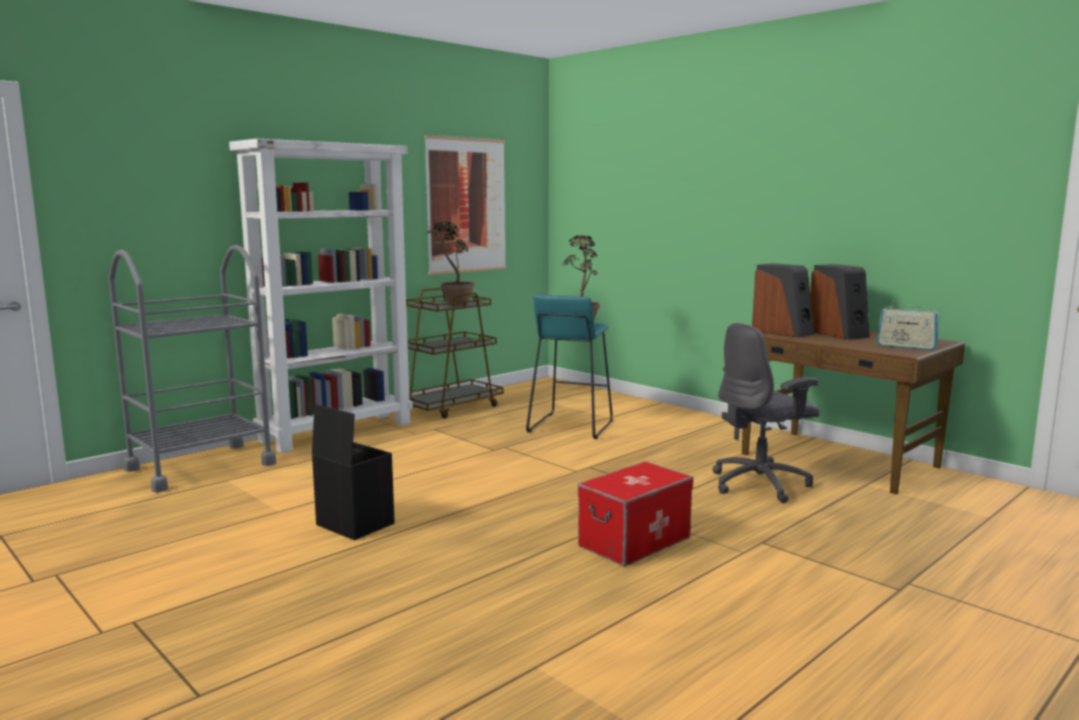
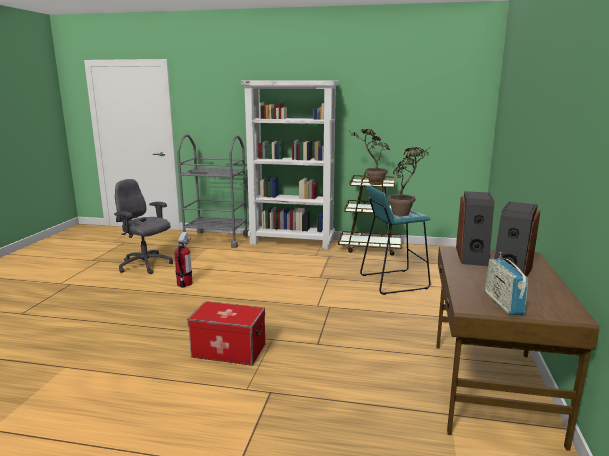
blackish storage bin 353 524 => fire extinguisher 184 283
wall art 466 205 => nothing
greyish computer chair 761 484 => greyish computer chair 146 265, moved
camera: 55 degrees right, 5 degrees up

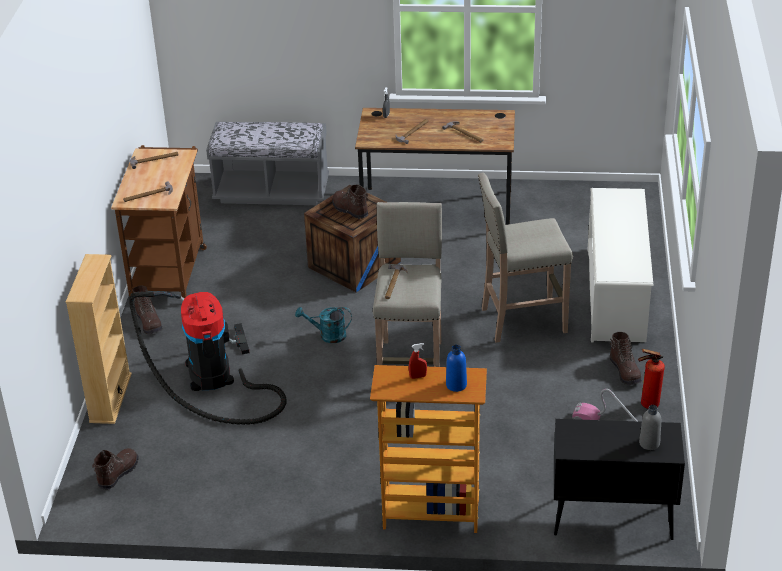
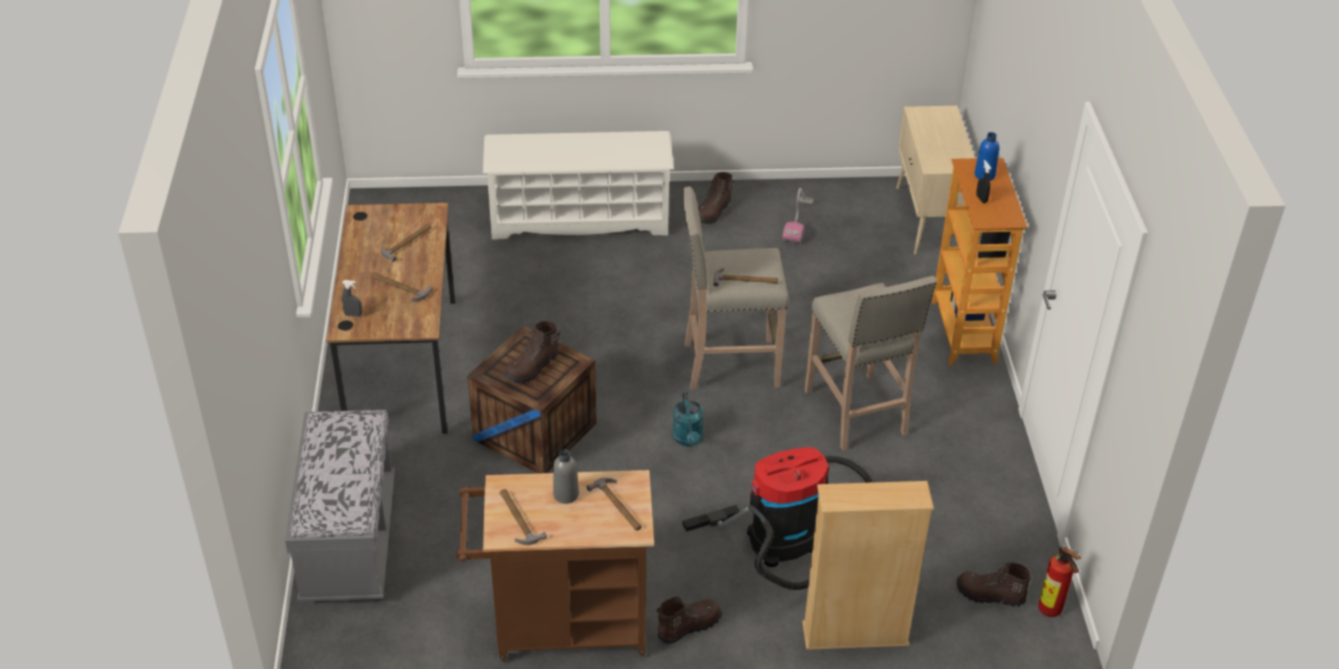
red hand sprayer 418 376 => blackish hand sprayer 981 199
beige sitting stool 521 320 => beige sitting stool 856 414, moved
blackish cupboard 611 519 => beige cupboard 928 221
brown-coloured high-top boot 625 371 => brown-coloured high-top boot 713 212, 150 degrees clockwise
fire extinguisher 647 404 => fire extinguisher 1051 612, moved
greyish bottle 649 443 => greyish bottle 566 494, moved
camera: 100 degrees left, 5 degrees up

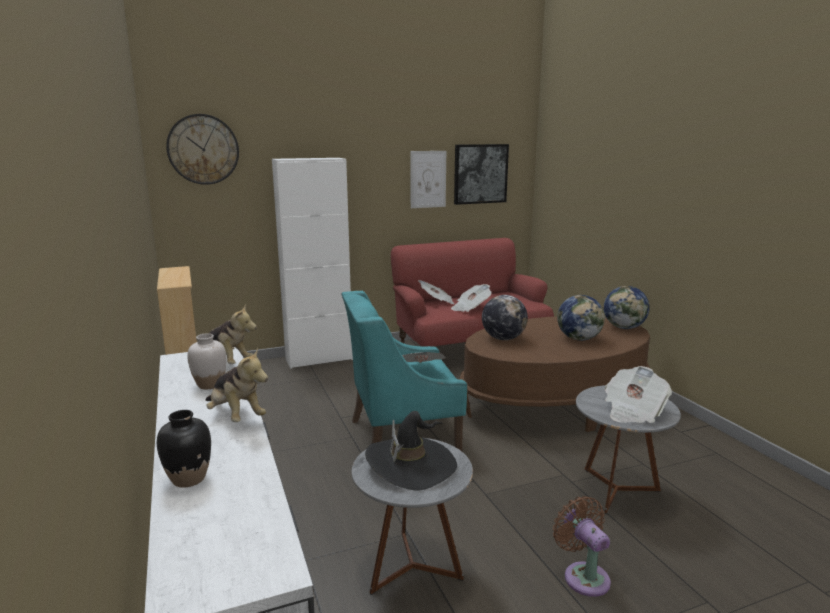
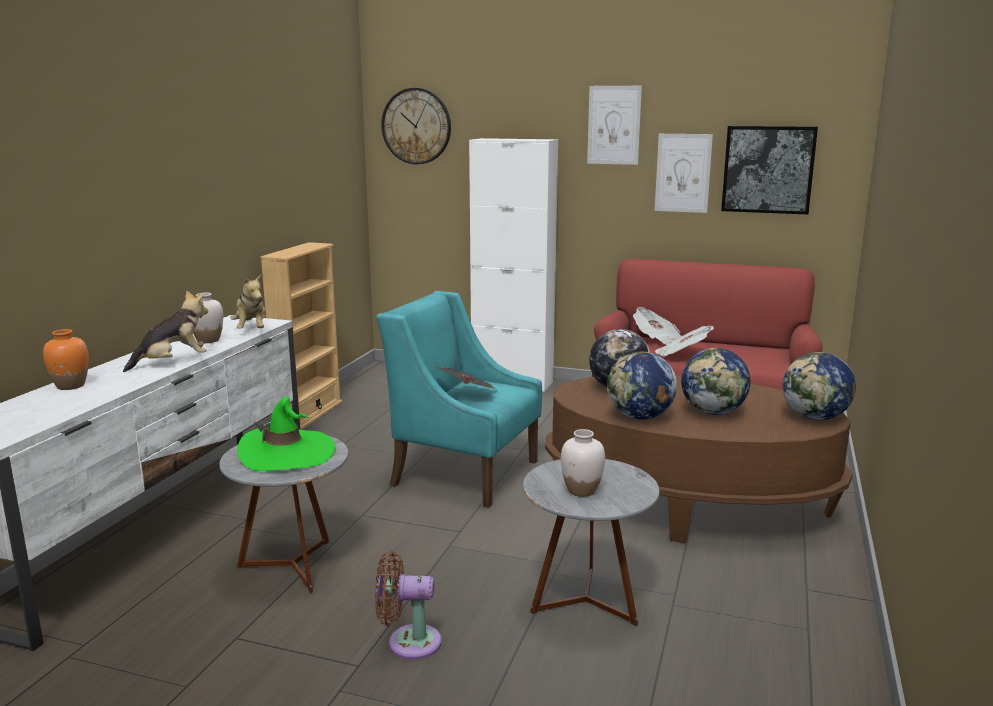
blackish vase 189 478 => orange vase 71 386
soft toy 236 416 => soft toy 173 362, 120 degrees counterclockwise
blackish hat 411 465 => green-coloured hat 287 453
brown-coloured electric fan 583 575 => brown-coloured electric fan 408 642, 105 degrees counterclockwise
daily paper 633 411 => white vase 581 491
nothing => wall art 614 125
nothing => desk globe 639 417
camera: 40 degrees right, 0 degrees up

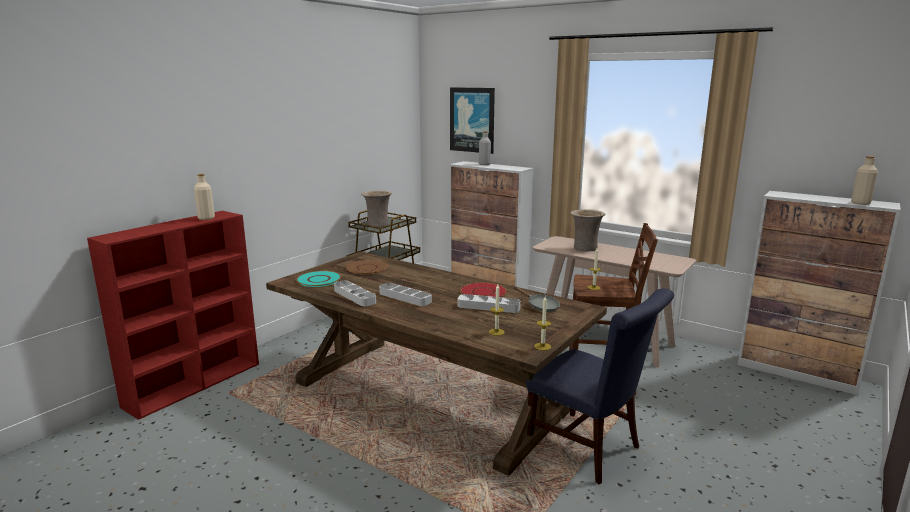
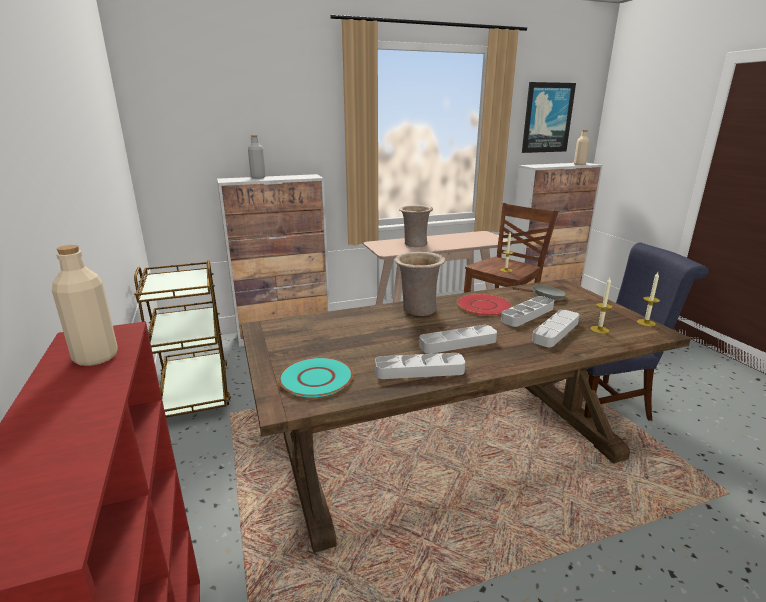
brown-coloured plate 366 268 => nothing
beige vase 377 225 => beige vase 417 310, moved
wall art 472 120 => wall art 547 118, moved
nothing => greyish carrying tray 555 331
camera: 55 degrees left, 5 degrees up

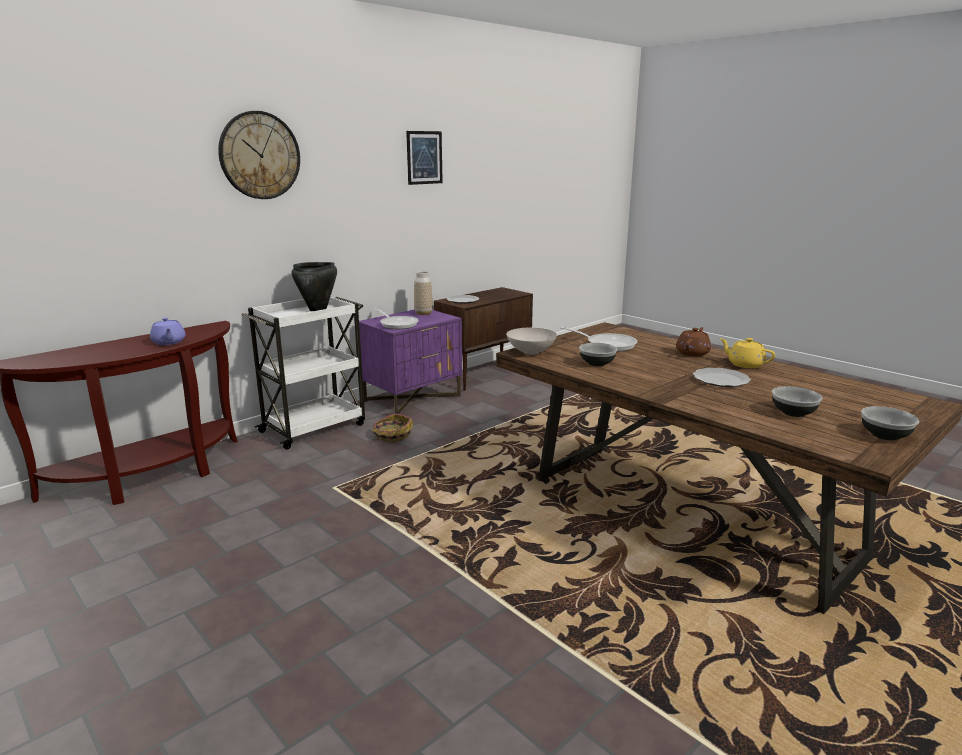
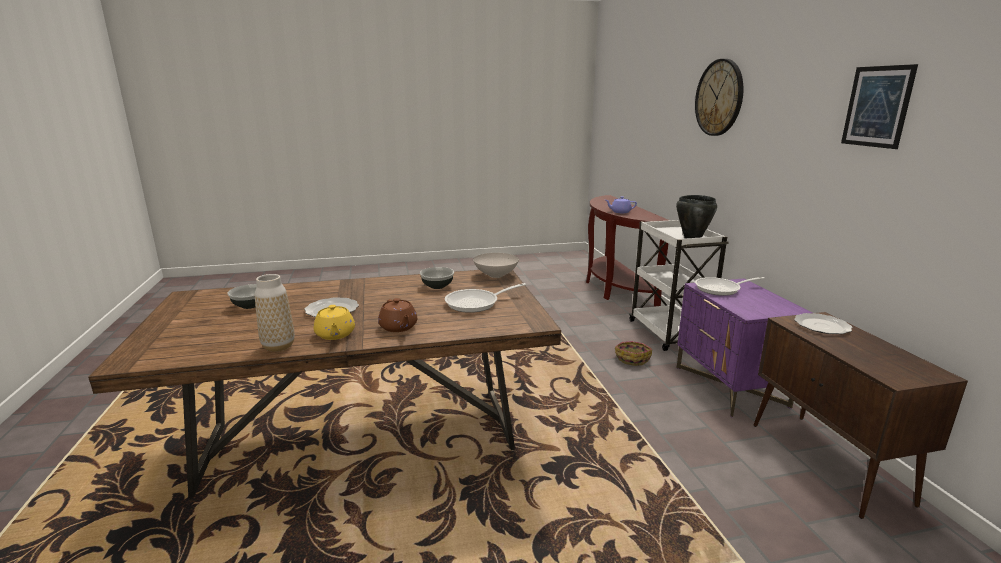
vase 423 313 => vase 278 346, moved
yellow pot for tea 744 364 => yellow pot for tea 335 335, 90 degrees clockwise
bowl 885 435 => nothing
camera: 120 degrees right, 0 degrees up

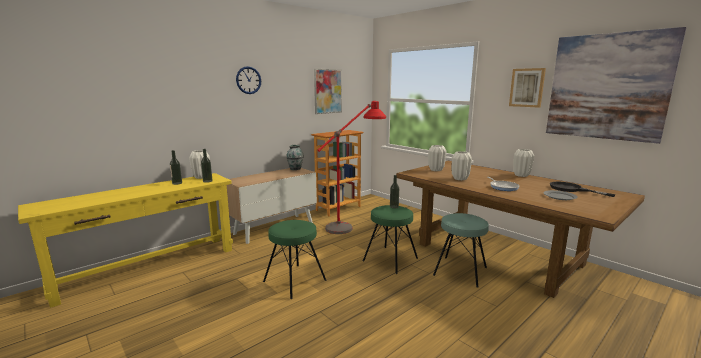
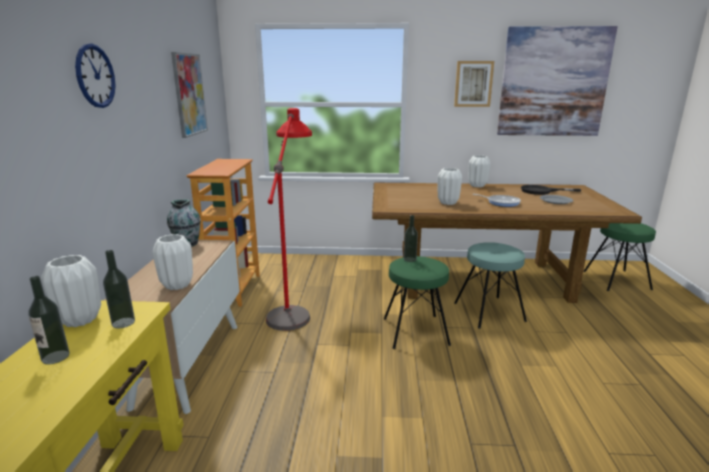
green-coloured sitting stool 294 281 => green-coloured sitting stool 616 280, moved
white vase 436 170 => white vase 177 285, moved
camera: 45 degrees left, 5 degrees up

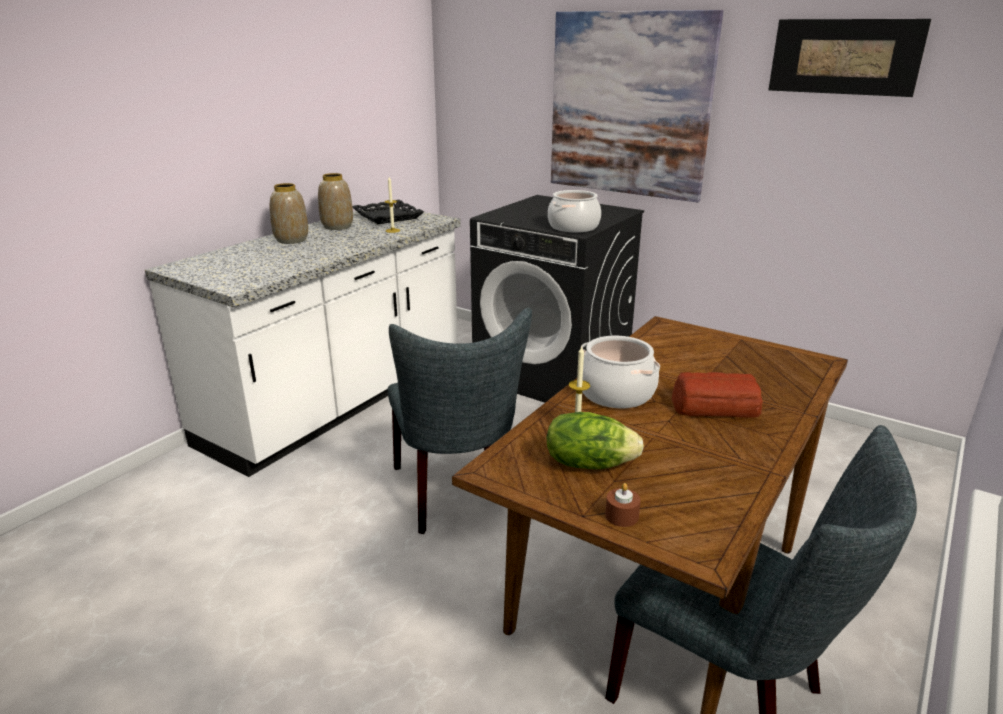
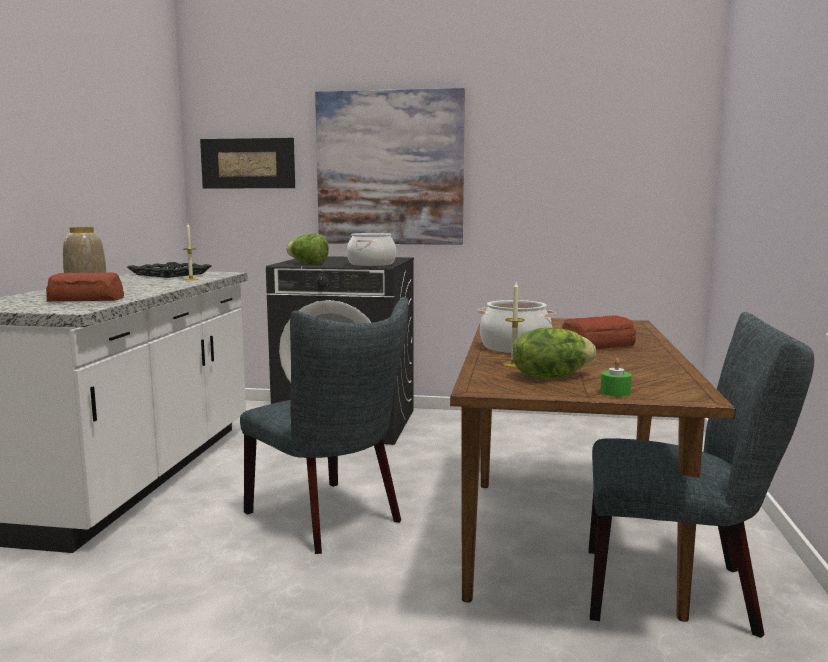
vase 337 227 => nothing
brown-coloured wax light 621 516 => green-coloured wax light 615 392
wall art 844 57 => wall art 248 163, moved
nothing => bakery bread 87 299
nothing => head of lettuce 308 264
camera: 25 degrees left, 15 degrees down

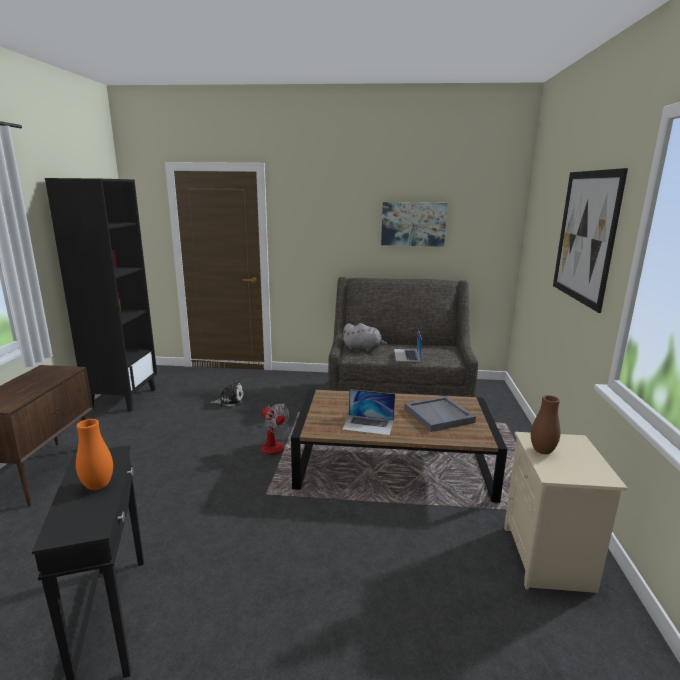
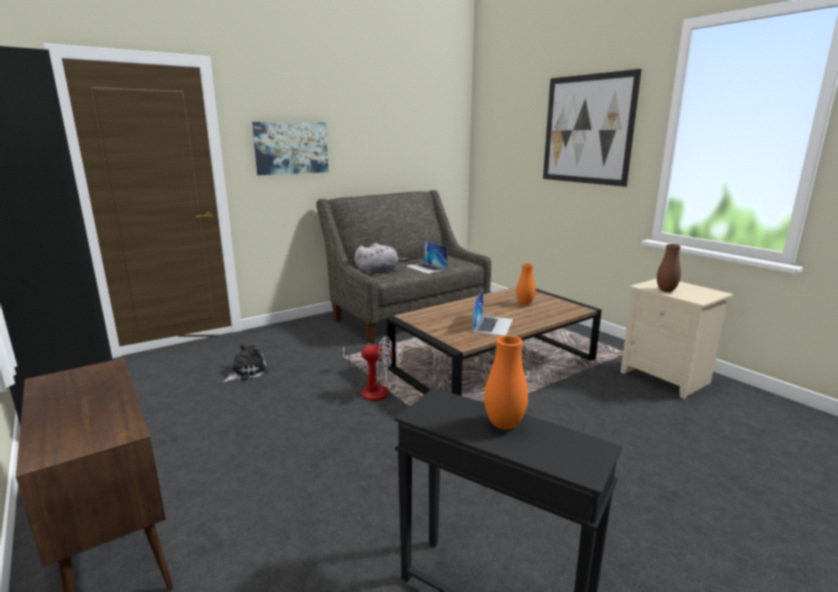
notebook computer 368 424 => notebook computer 493 325, 45 degrees counterclockwise
wall art 413 224 => wall art 291 148, moved
greyish carrying tray 439 416 => orange vase 524 304
camera: 40 degrees left, 0 degrees up

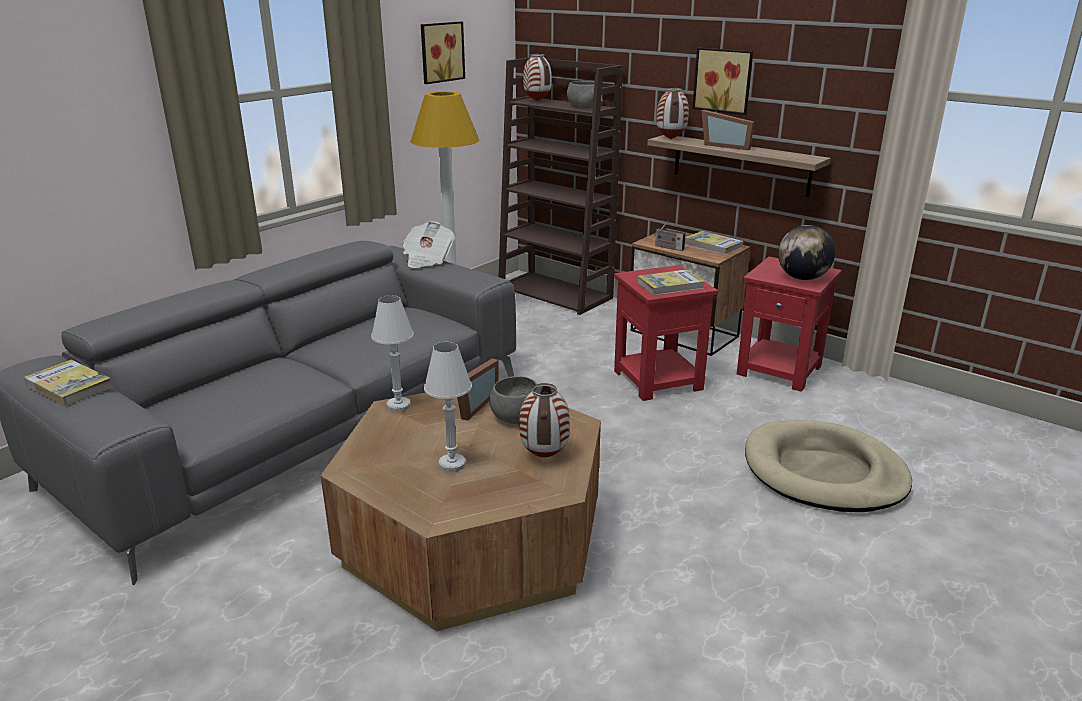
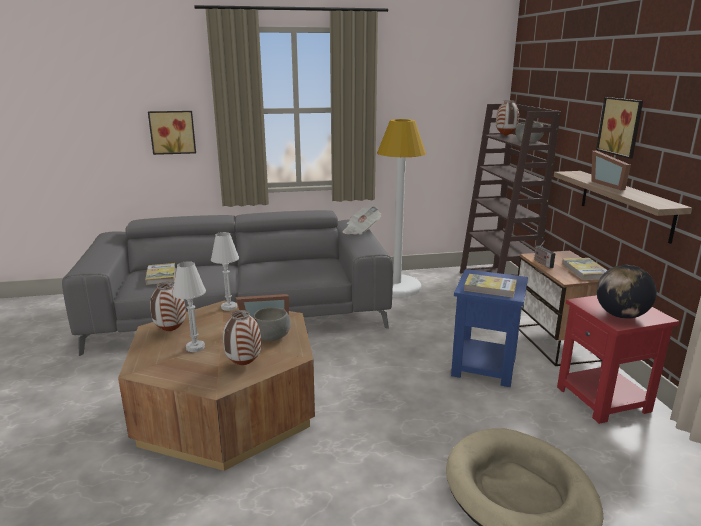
volume 69 386 => volume 161 276, moved
wall art 440 52 => wall art 172 132, moved
red end table 657 380 => bluish end table 484 366
vase 670 139 => vase 171 330, moved
camera: 40 degrees right, 5 degrees down

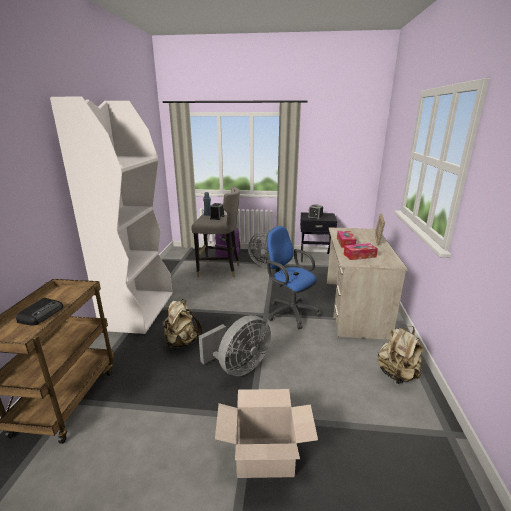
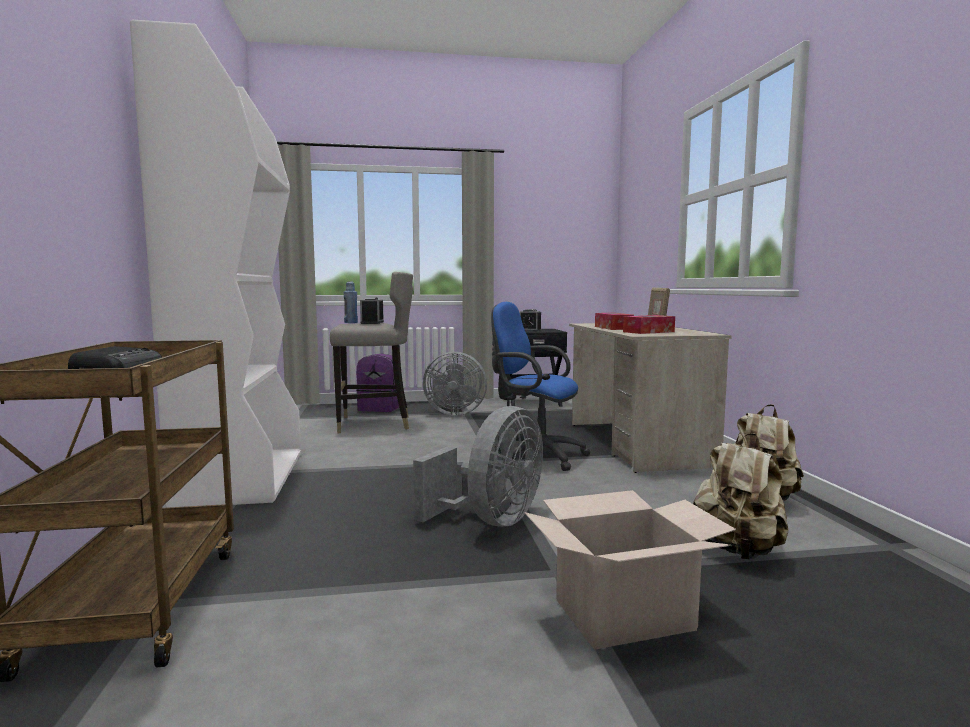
beige rucksack 181 342 => beige rucksack 737 550, moved
camera: 15 degrees left, 15 degrees down

